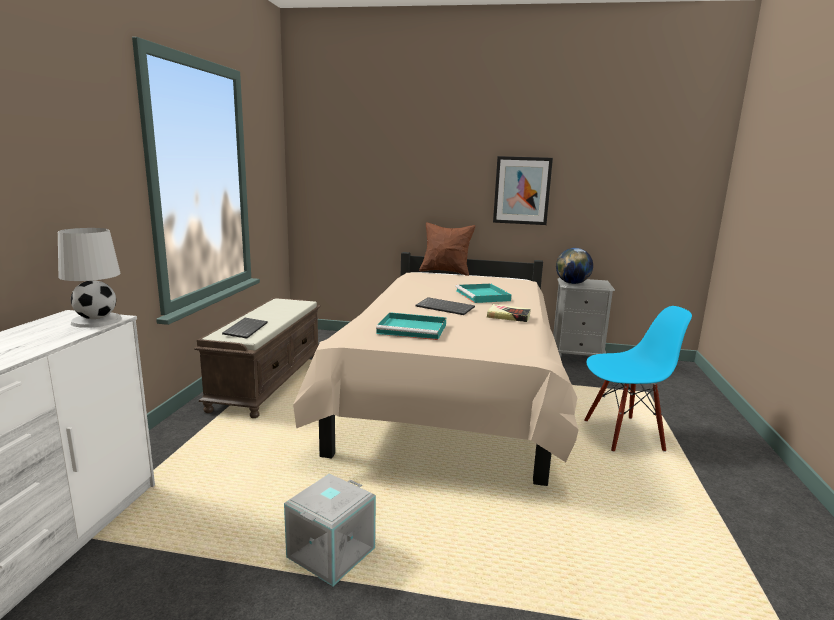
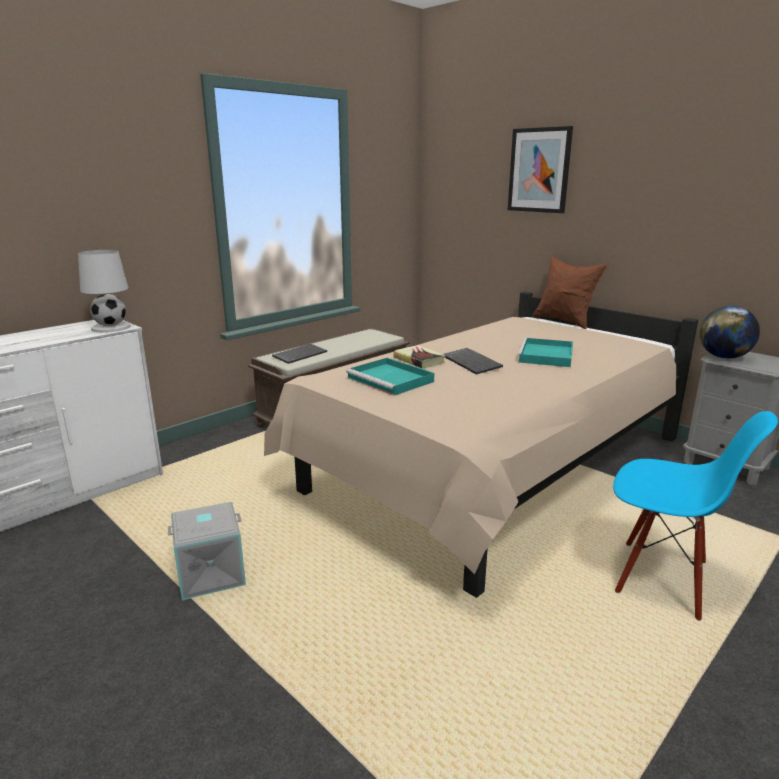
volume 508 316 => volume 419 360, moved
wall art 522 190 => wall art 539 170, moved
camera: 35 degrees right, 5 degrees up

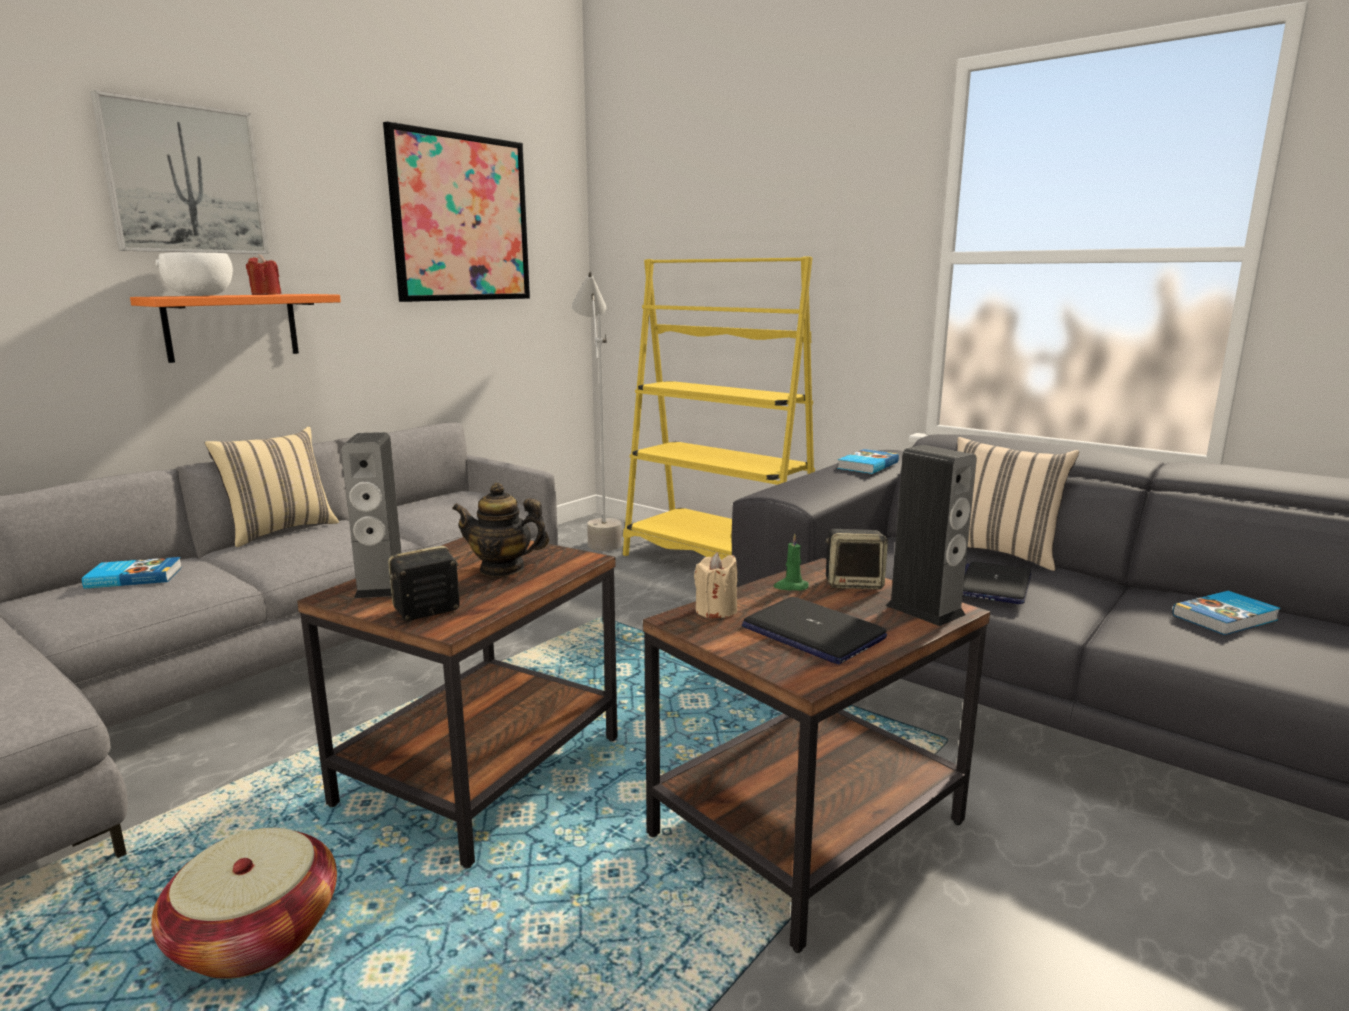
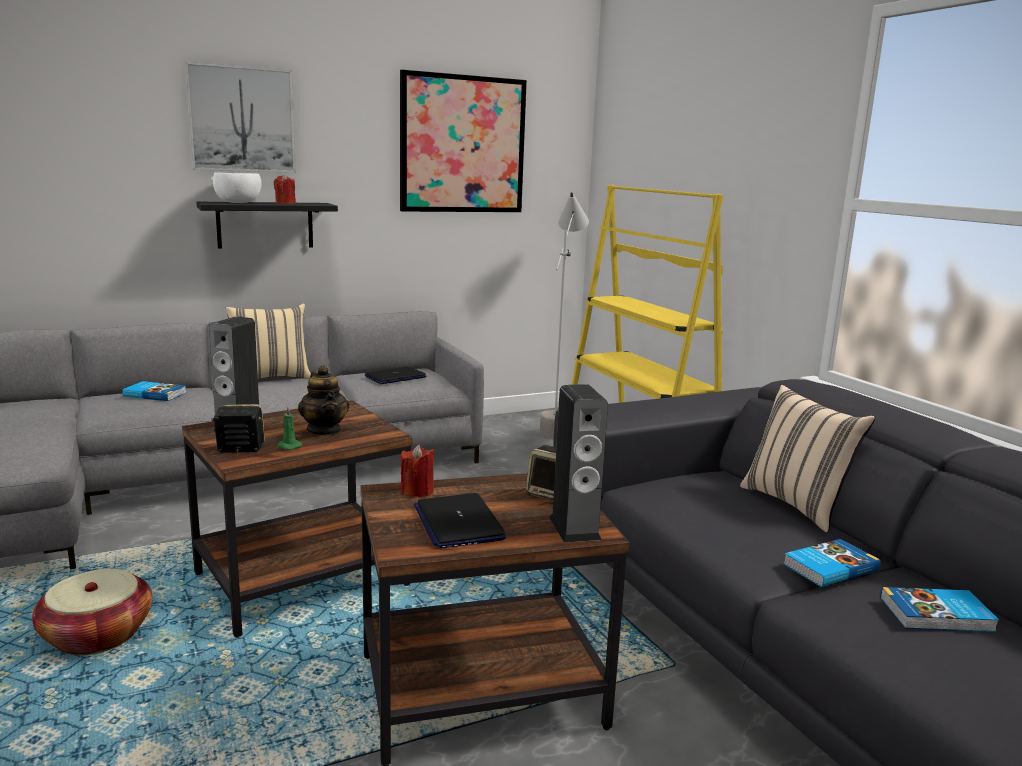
orange bracket shelf 232 326 => blackish bracket shelf 265 225
pot for tea 502 569 => pot for tea 324 430, 150 degrees counterclockwise
beige wax light 716 611 => red wax light 417 491
green-coloured wax light 790 587 => green-coloured wax light 288 446, moved
volume 866 465 => volume 828 567, moved
notebook computer 993 584 => notebook computer 395 377, moved
camera: 25 degrees right, 0 degrees up

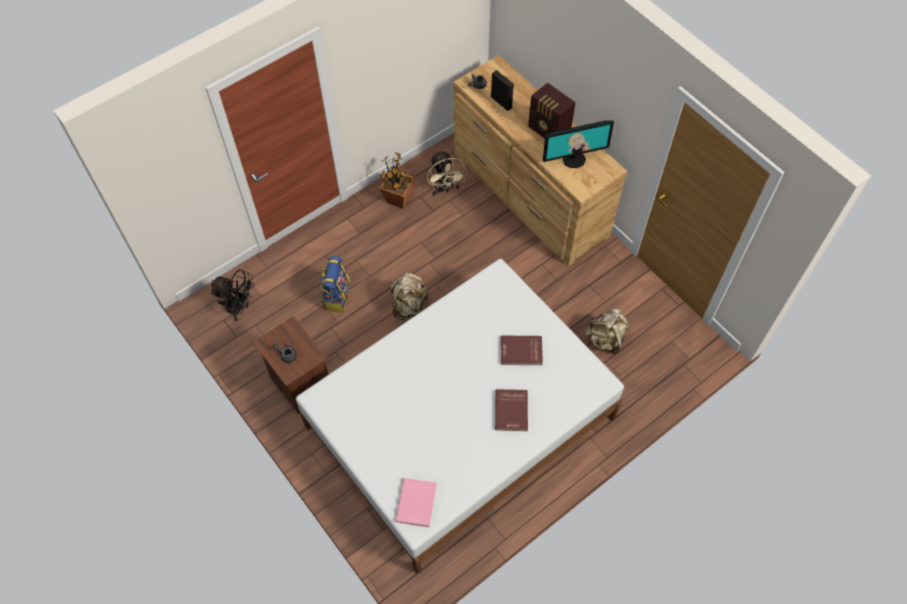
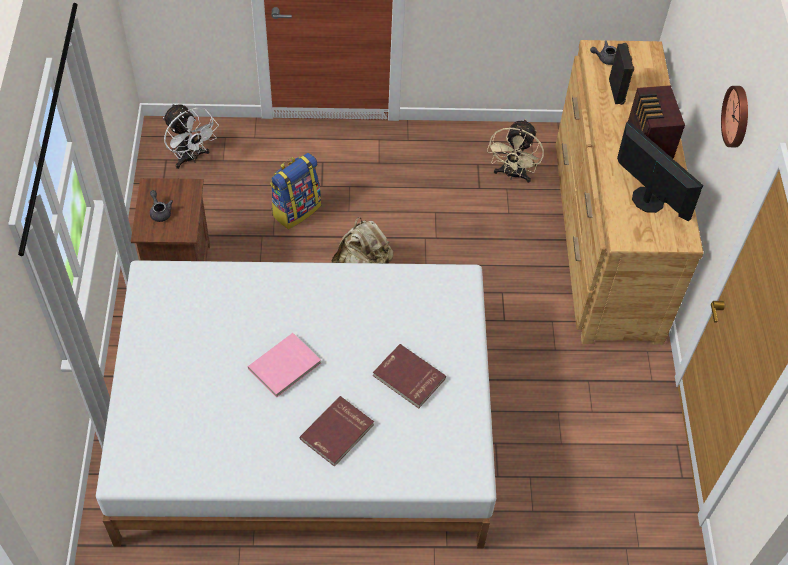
blackish electric fan 239 308 => white electric fan 191 158
potted plant 398 199 => nothing
pinkish volume 417 503 => pinkish volume 285 367, moved
computer display 574 159 => computer display 647 200, 150 degrees counterclockwise
beige rucksack 605 339 => nothing
nothing => wall clock 738 116
camera: 35 degrees right, 5 degrees down

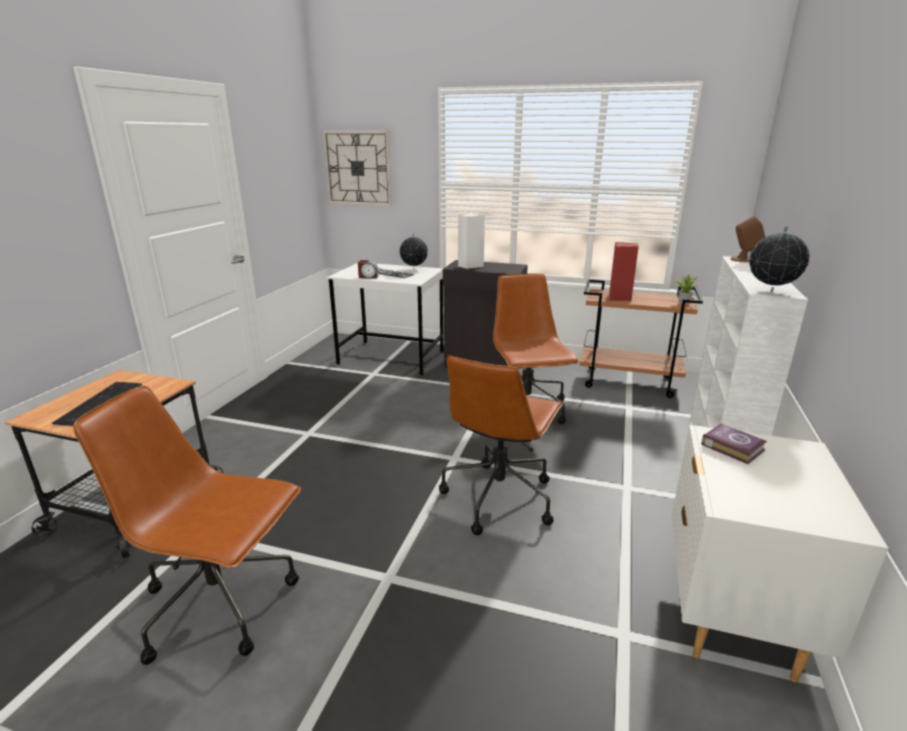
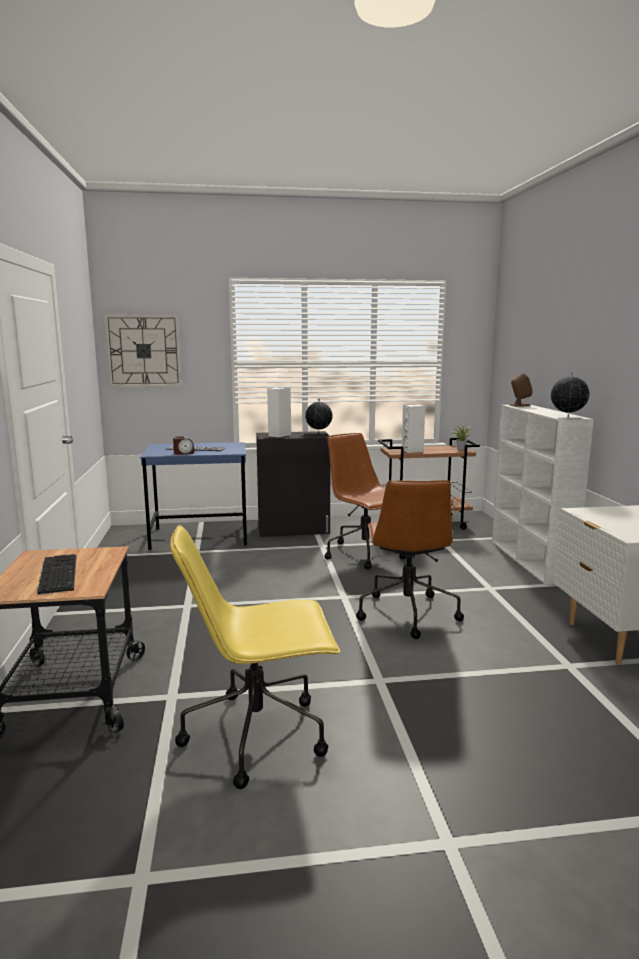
brown-coloured computer chair 222 604 => yellow computer chair 259 734
white desk table 392 357 => bluish desk table 200 537
desk globe 414 269 => desk globe 318 433, moved
red loudspeaker 619 298 => white loudspeaker 412 451
volume 731 446 => nothing
camera: 25 degrees left, 10 degrees down

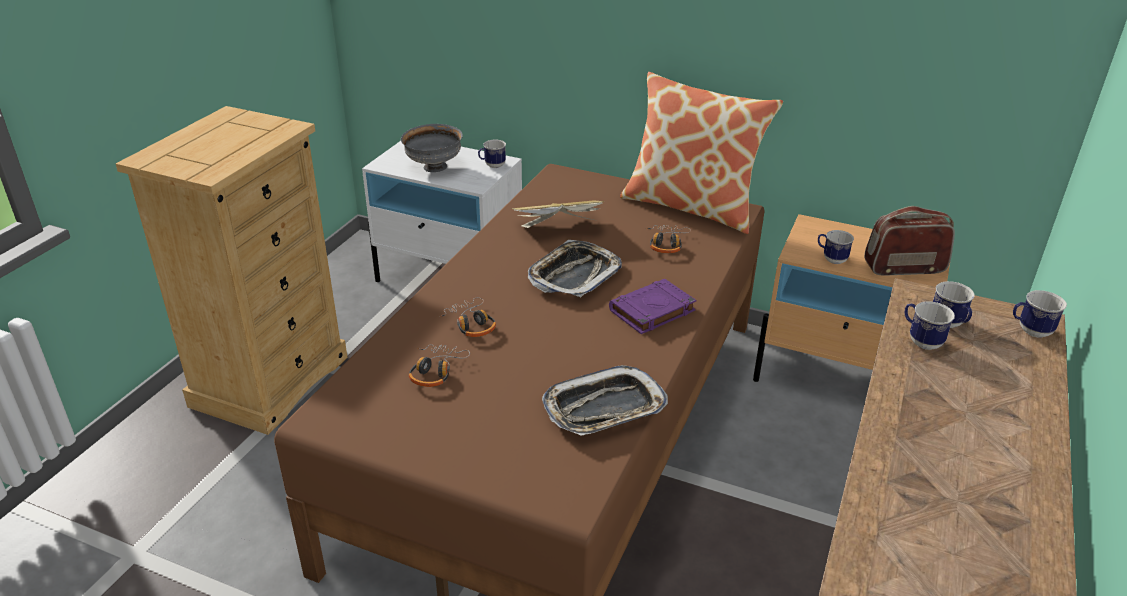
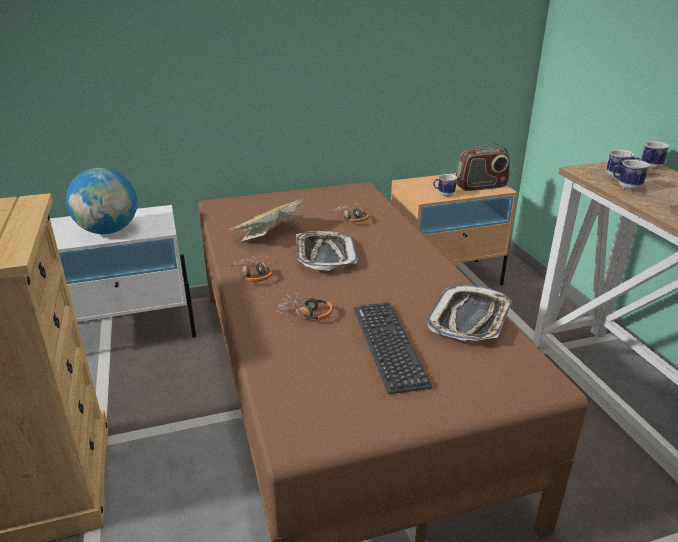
greyish bowl 434 168 => desk globe 109 231
headset 435 371 => headset 254 274, moved
mug 492 166 => nothing
purplish volume 651 311 => nothing
pillow 691 206 => nothing
radio receiver 904 267 => radio receiver 481 186, 150 degrees counterclockwise
nothing => computer keyboard 389 345
camera: 40 degrees left, 5 degrees down

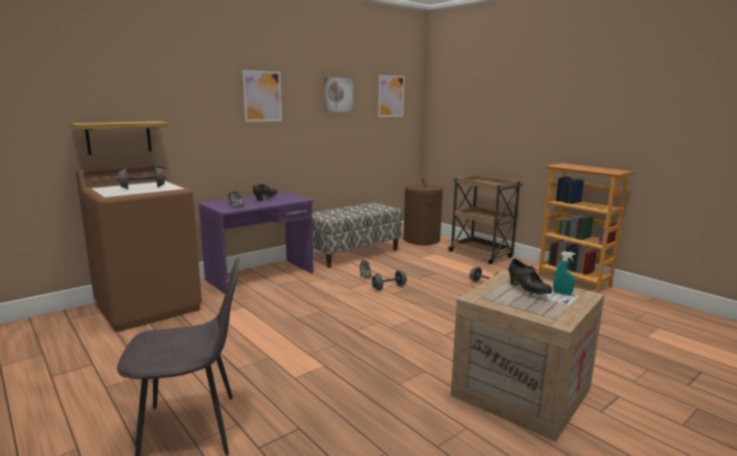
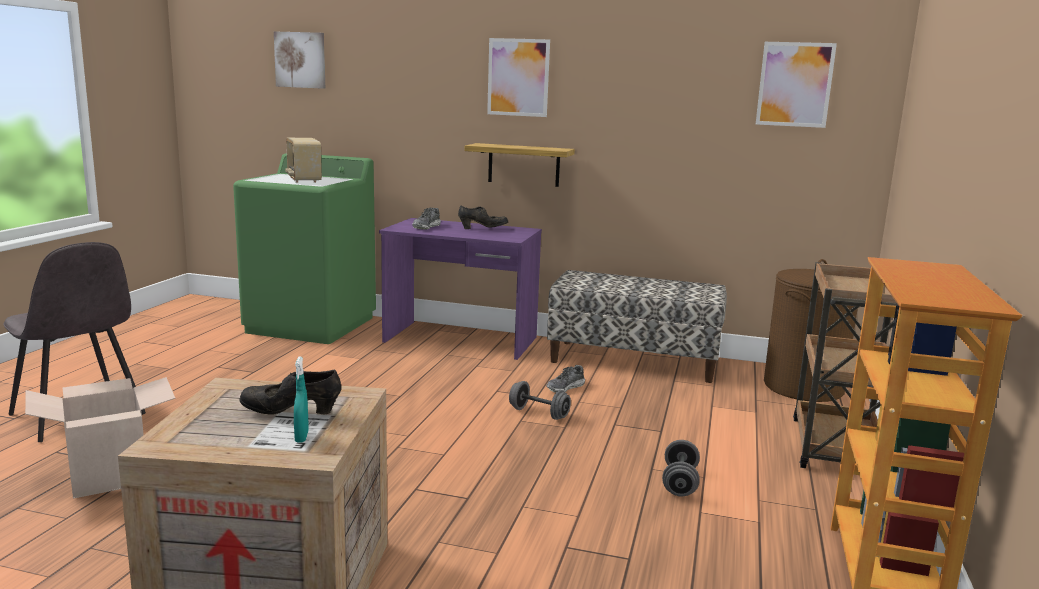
bracket shelf 119 137 => bracket shelf 524 165, moved
brown-coloured washing machine 149 306 => green-coloured washing machine 311 325
greyish dumbbell 143 188 => radio receiver 303 180
wall art 338 95 => wall art 300 60, moved
blackish item of footwear 527 290 => blackish item of footwear 291 412, 60 degrees clockwise
nothing => packing box 109 477
camera: 55 degrees right, 0 degrees up

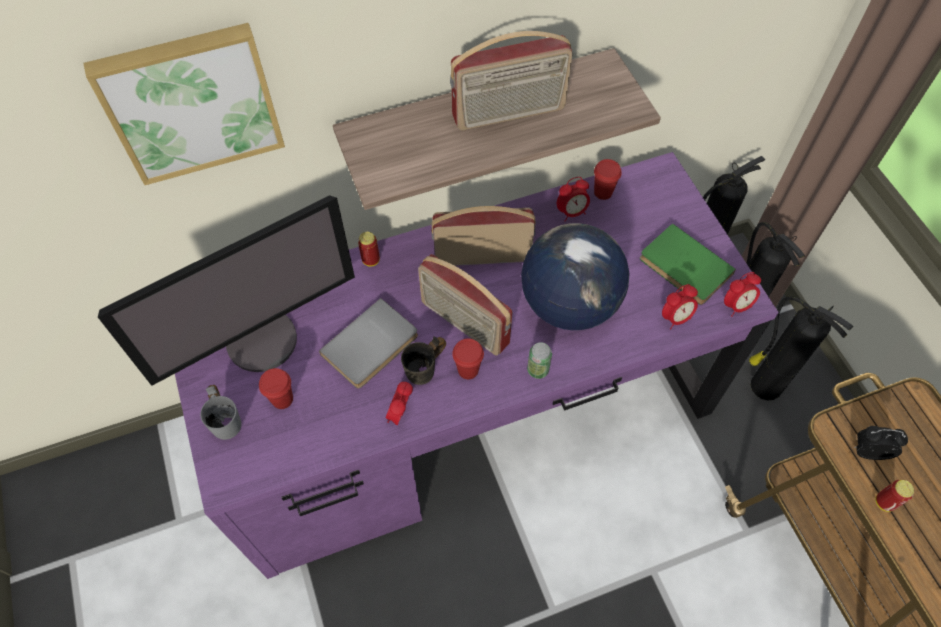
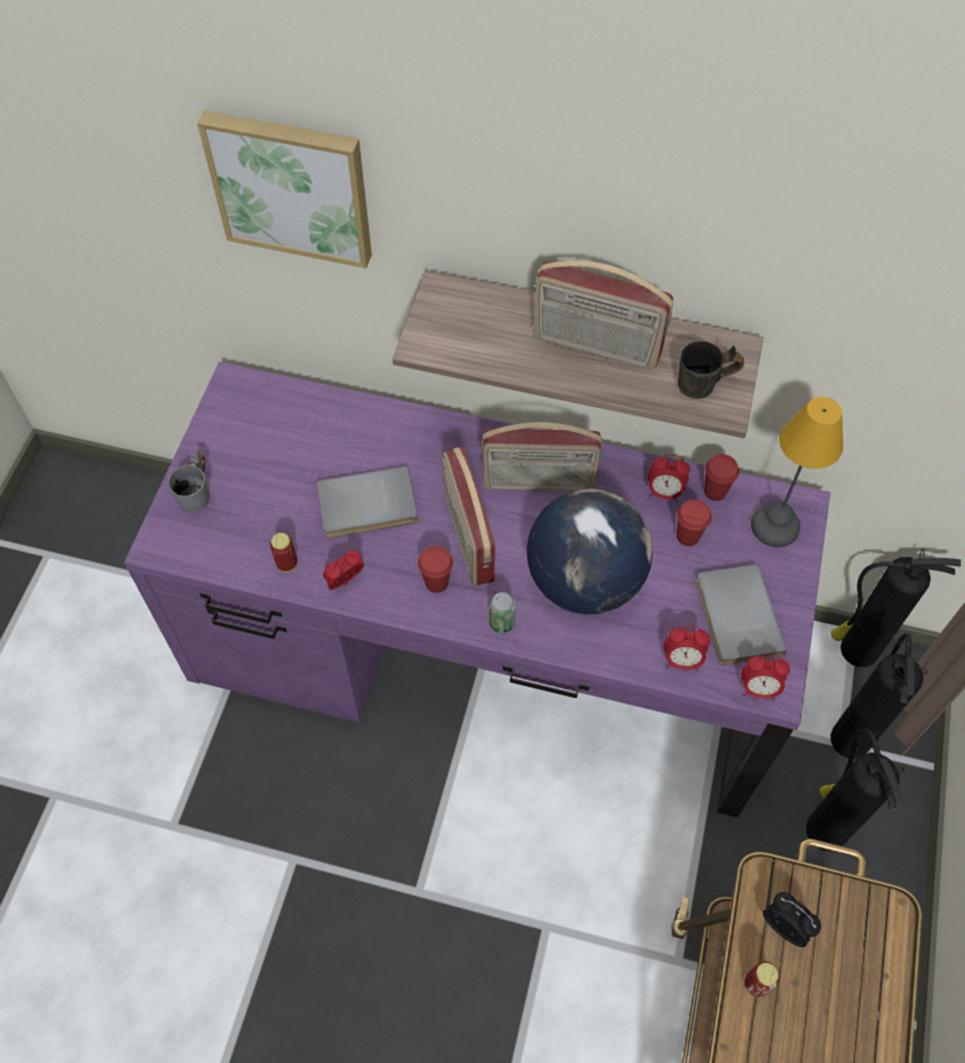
computer display 261 338 => nothing
red small cup 282 399 => red small cup 688 536, moved
metal can 371 260 => metal can 287 564, moved
greyish mug 427 371 => greyish mug 705 389, moved
radio receiver 482 255 => radio receiver 538 483, 150 degrees clockwise
green-coloured volume 683 268 => greyish volume 735 617
nothing => tabletop lamp 775 527
camera: 35 degrees right, 0 degrees up

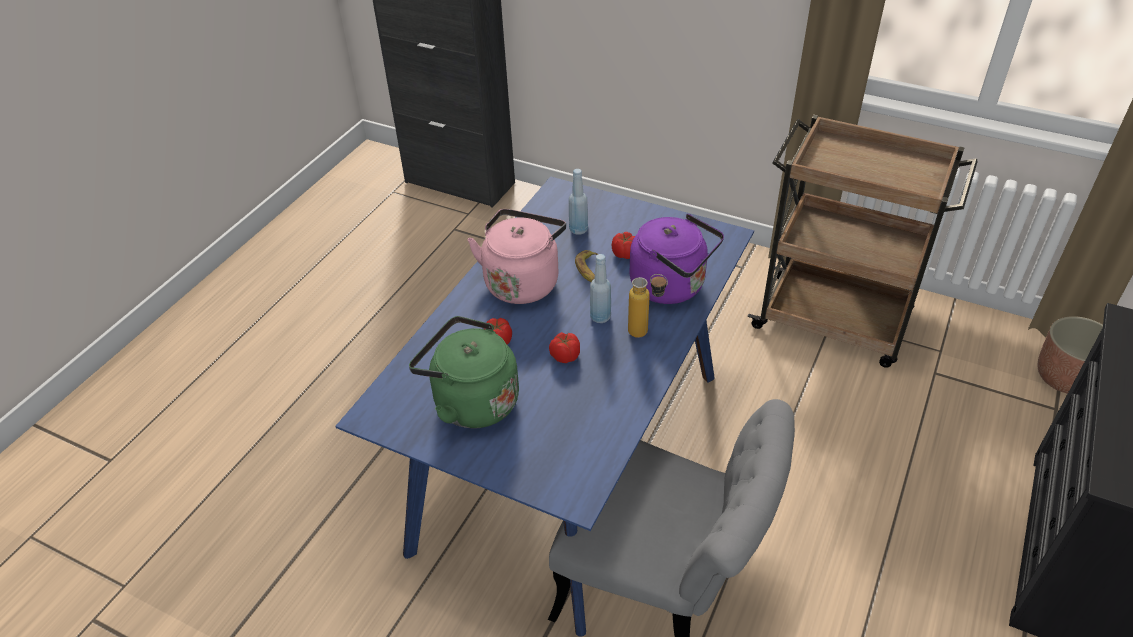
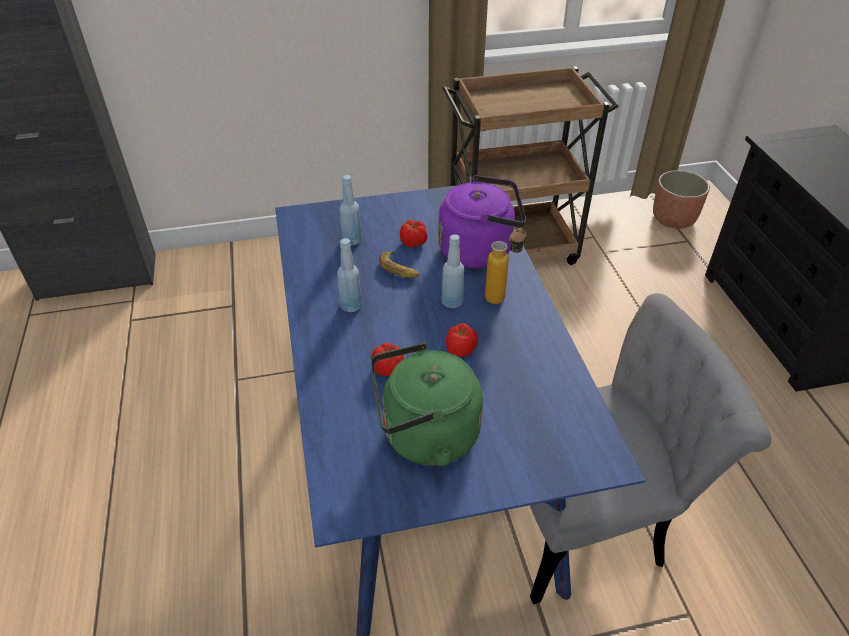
pinkish water kettle 522 281 => bluish bottle 351 306
camera: 40 degrees left, 0 degrees up

